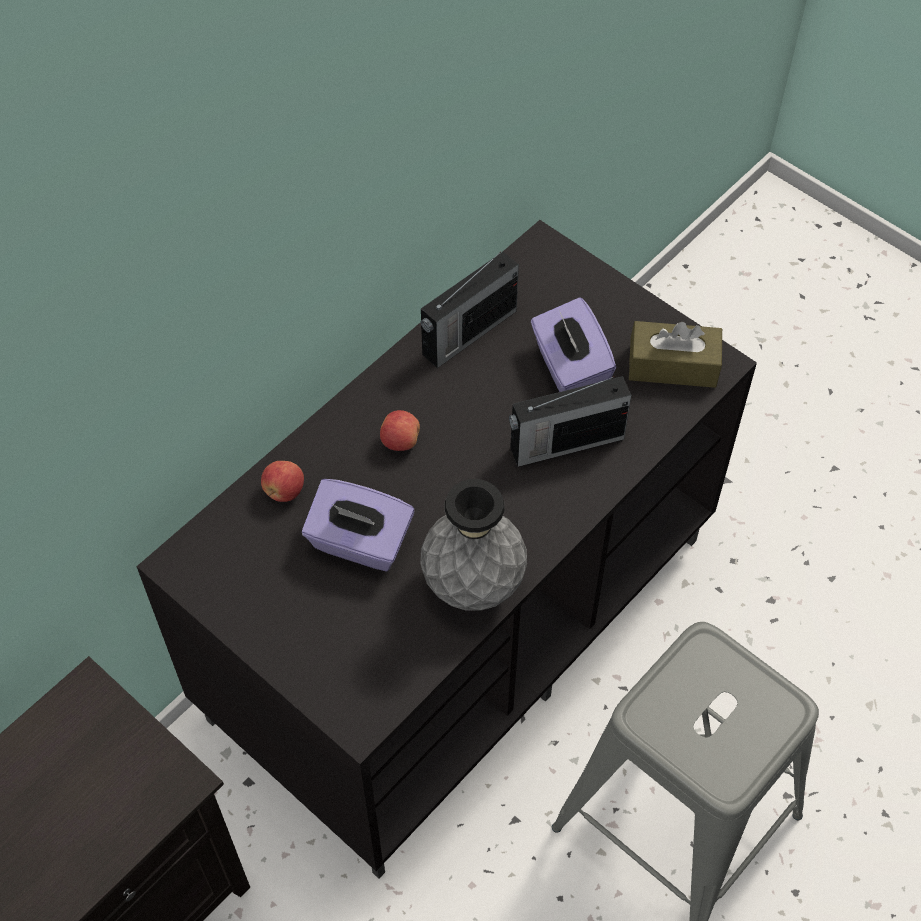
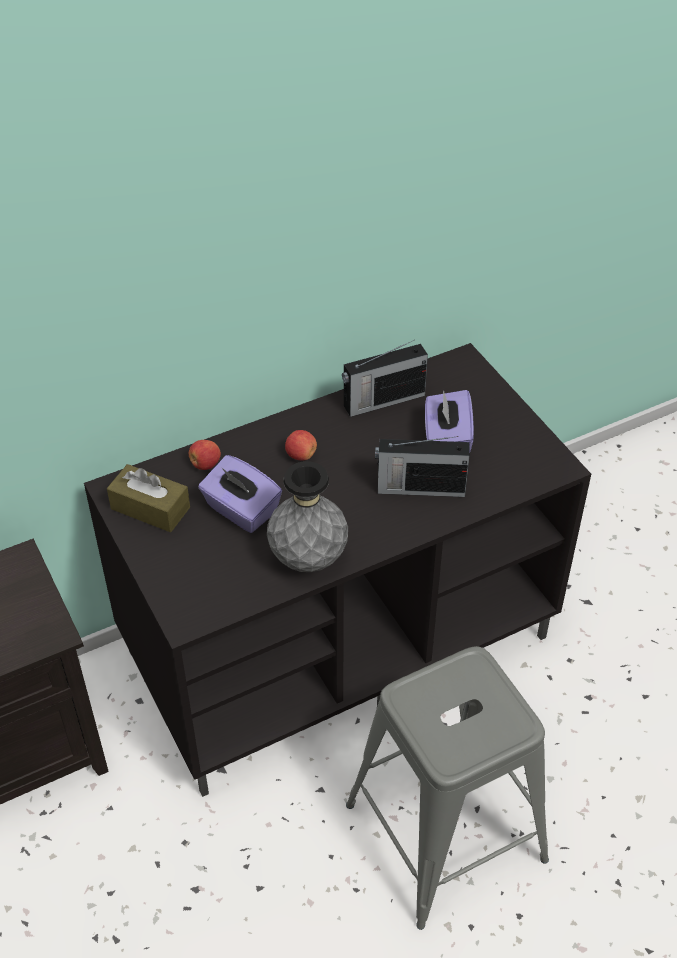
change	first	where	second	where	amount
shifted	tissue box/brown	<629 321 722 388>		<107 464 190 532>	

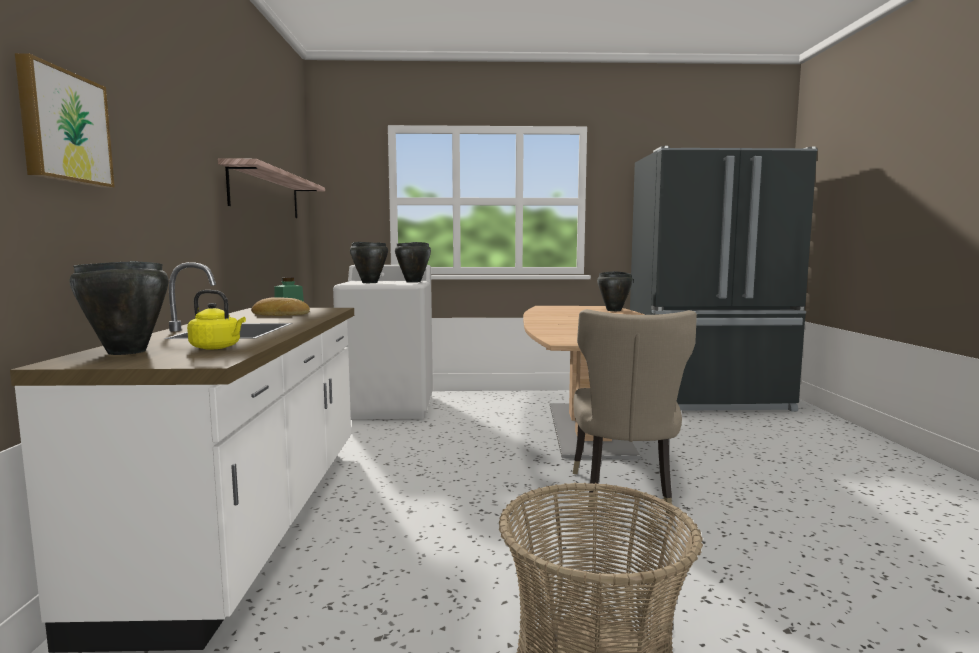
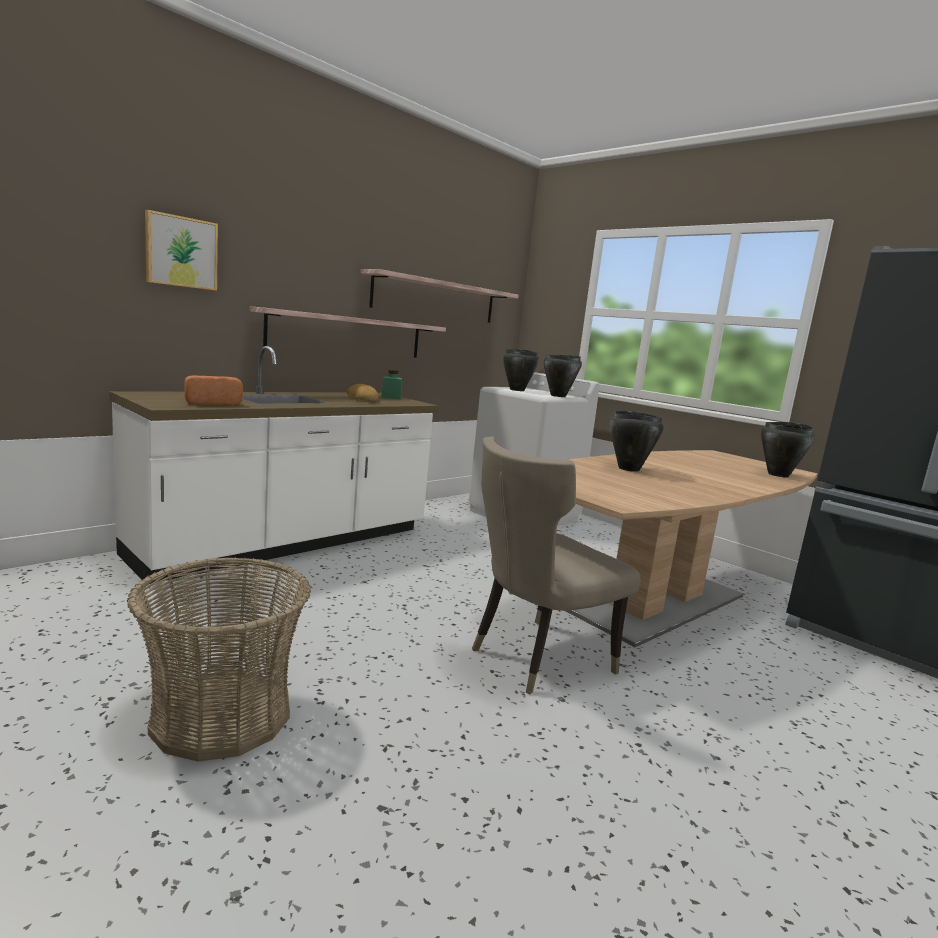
change	first	where	second	where	amount
new			shelf	<250 306 446 358>	
shifted	cooking pot/black	<69 261 169 355>		<610 411 664 472>	
swapped	kettle/yellow	<187 290 246 350>	bread	<184 376 243 405>	

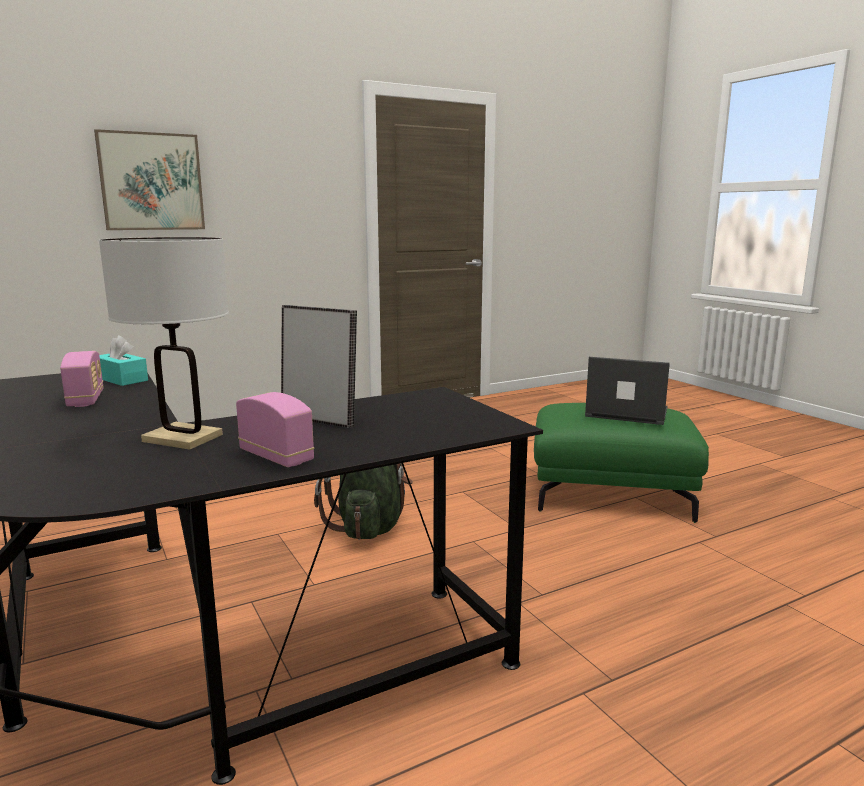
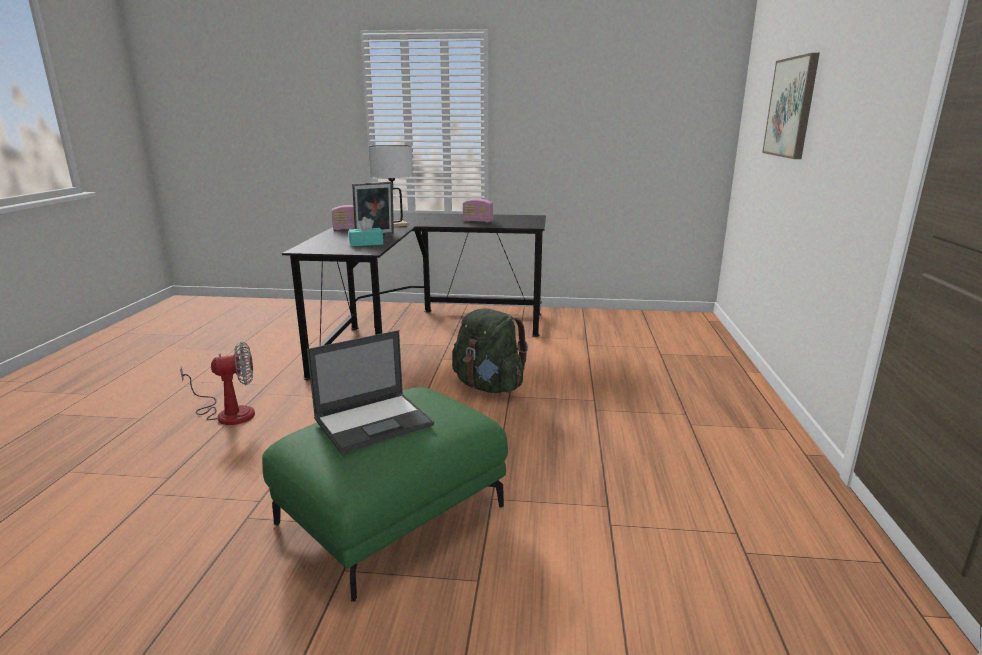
change	first	where	second	where	amount
new			fan	<180 342 255 425>	
shifted	tissue box/turquoise	<99 335 148 386>		<349 217 383 247>	

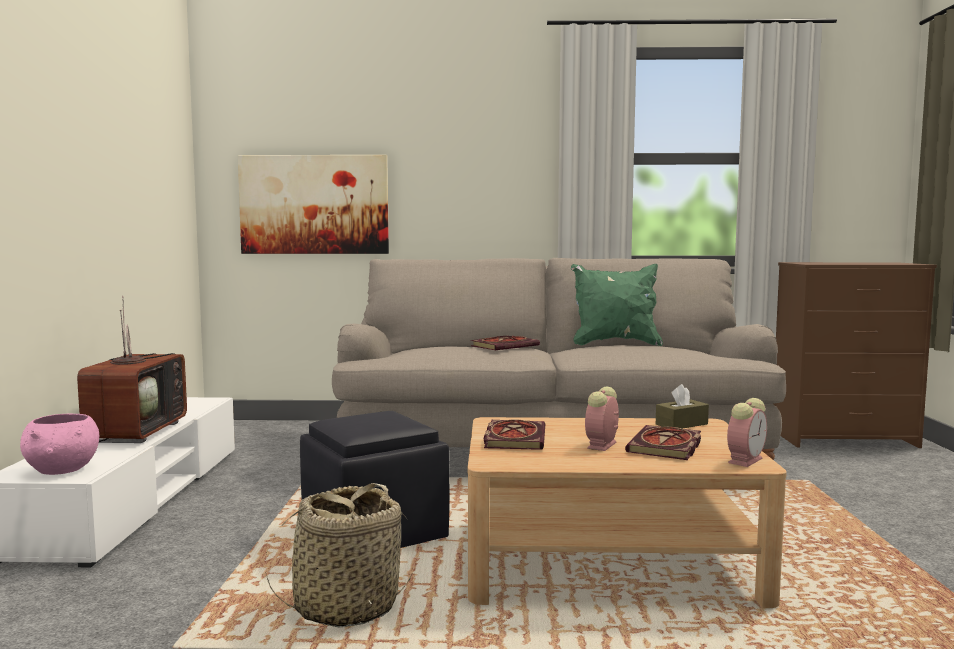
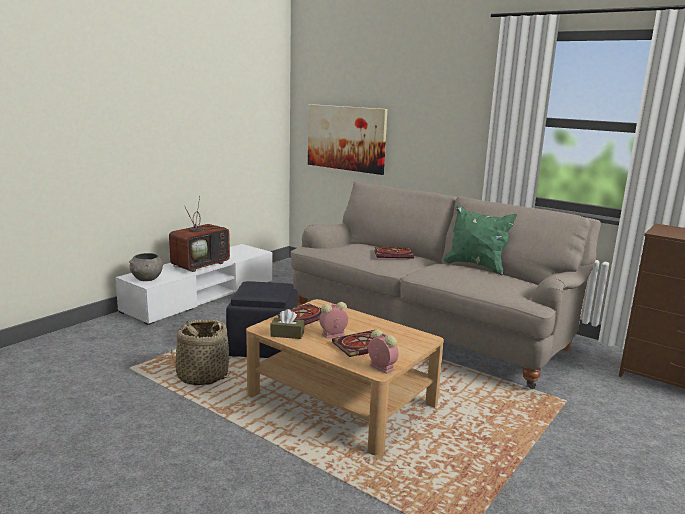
change	first	where	second	where	amount
shifted	tissue box/brown	<656 384 709 429>		<270 309 304 339>	
repainted	bowl/pink	<20 414 99 475>	bowl/grey	<129 253 163 281>	
rotated	alarm clock	<727 398 767 467>		<368 329 398 374>	120 degrees counterclockwise

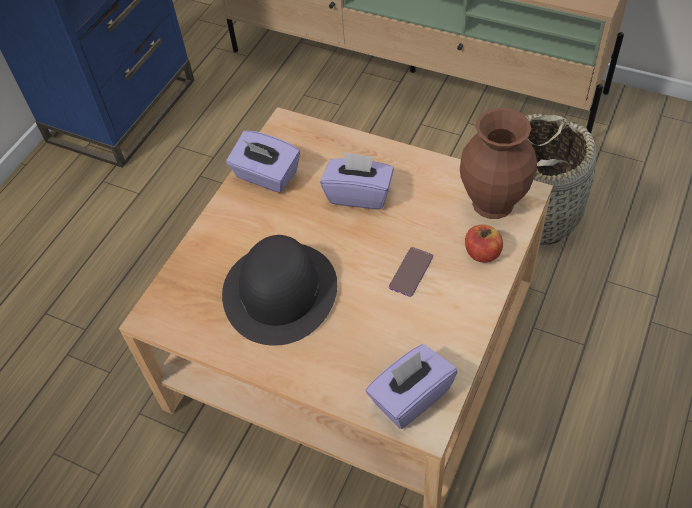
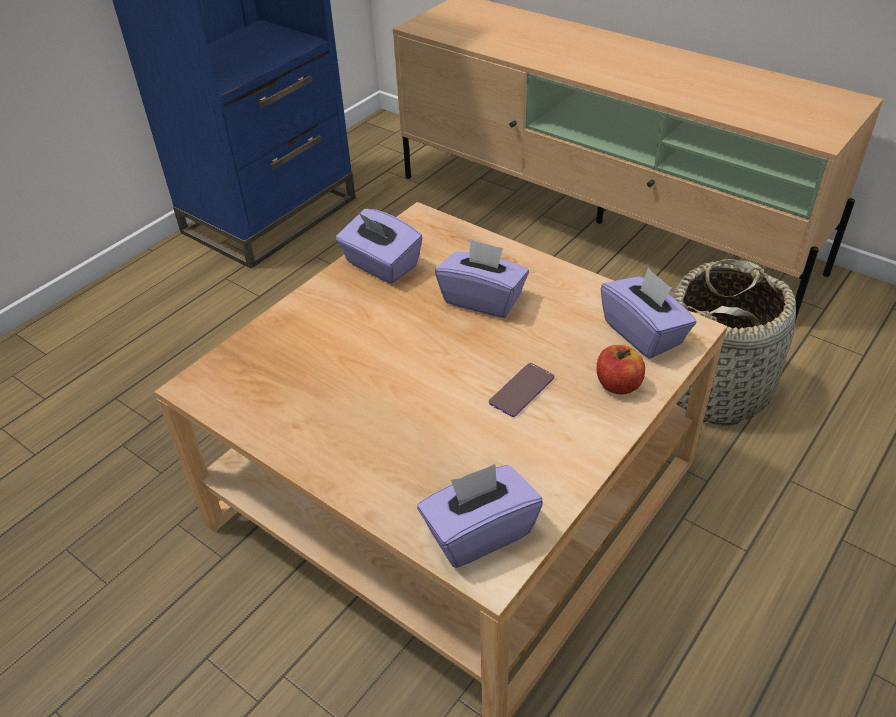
change	first	where	second	where	amount
gone	hat/black	<222 235 337 346>			
swapped	vase/brown	<460 108 537 219>	tissue box/purple	<601 267 697 359>	

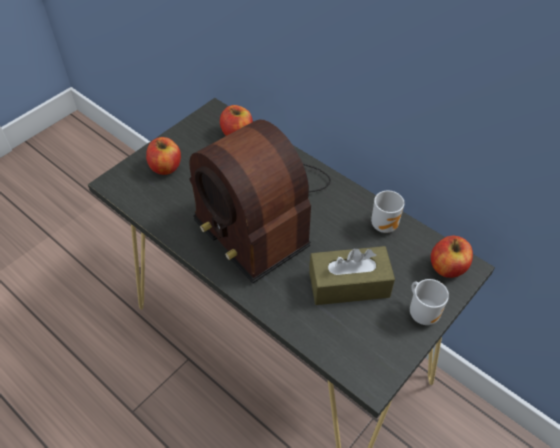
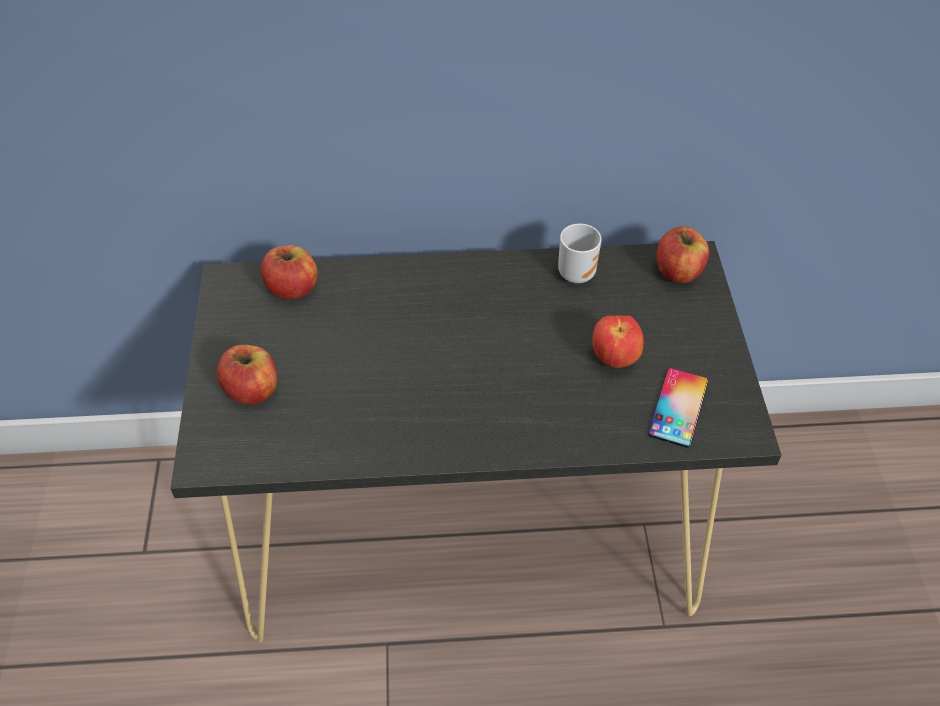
change	first	where	second	where	amount
gone	radio	<189 120 331 283>			
gone	mug	<410 279 449 325>			
new			phone	<648 368 708 448>	
swapped	tissue box/brown	<309 246 395 305>	apple	<592 315 644 368>	

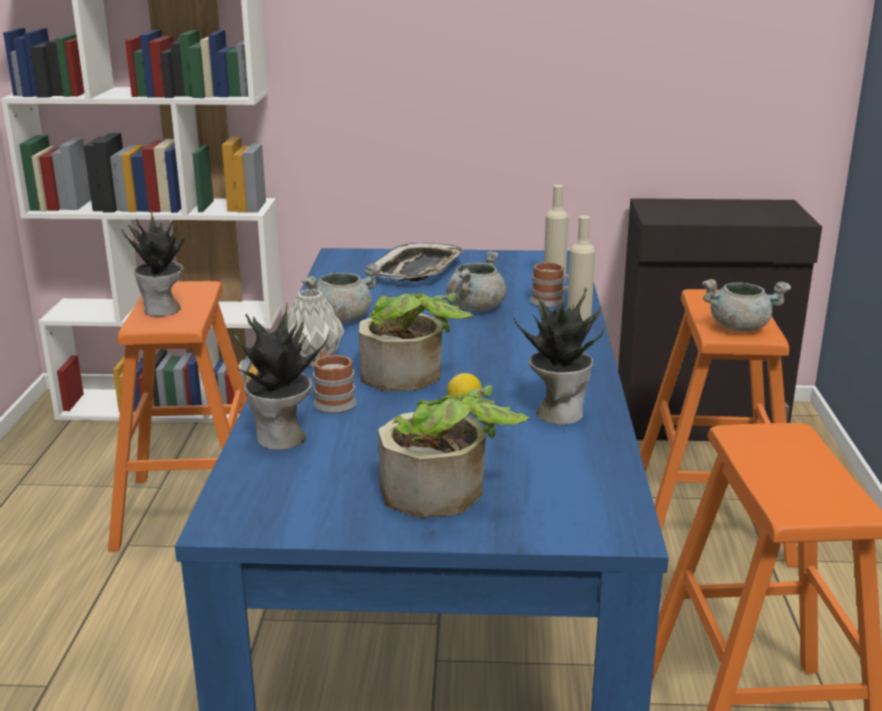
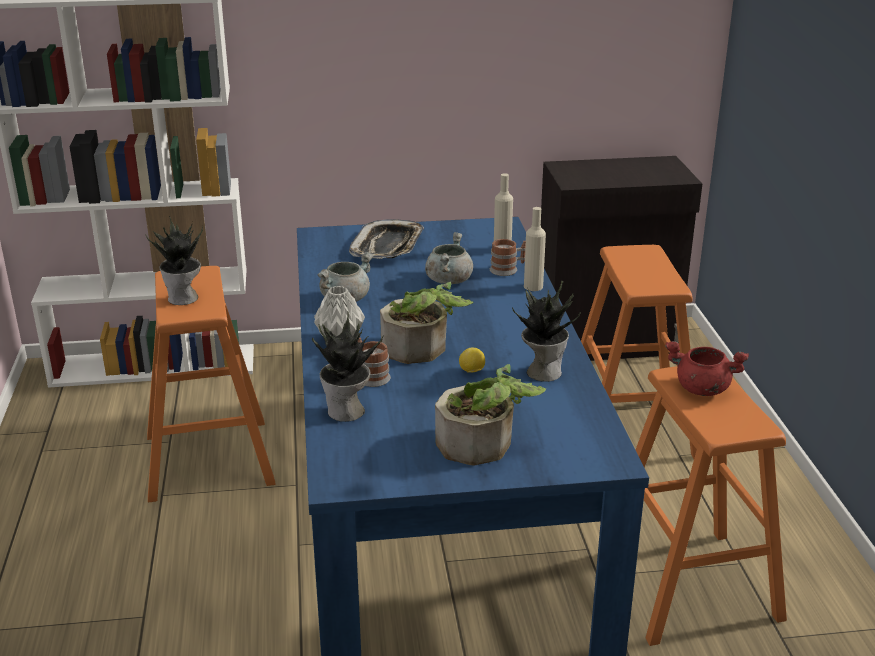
change	first	where	second	where	amount
gone	cooking pot/grey	<702 279 791 331>			
new			cooking pot/red	<665 341 749 396>	

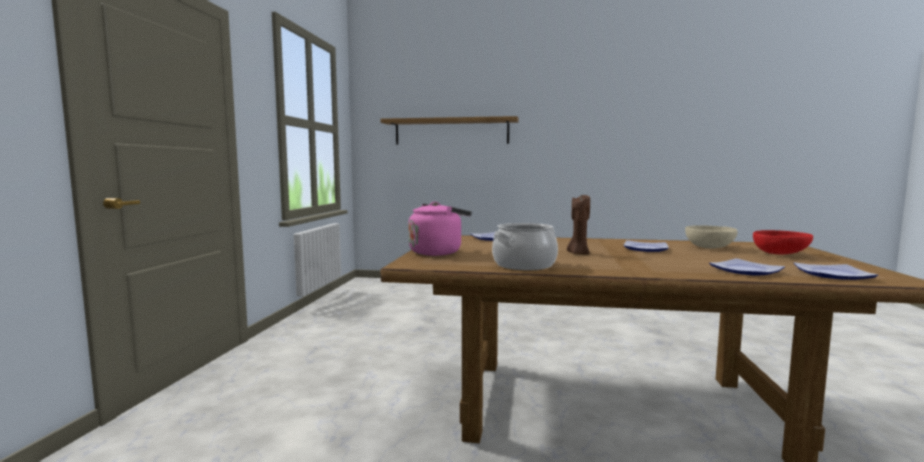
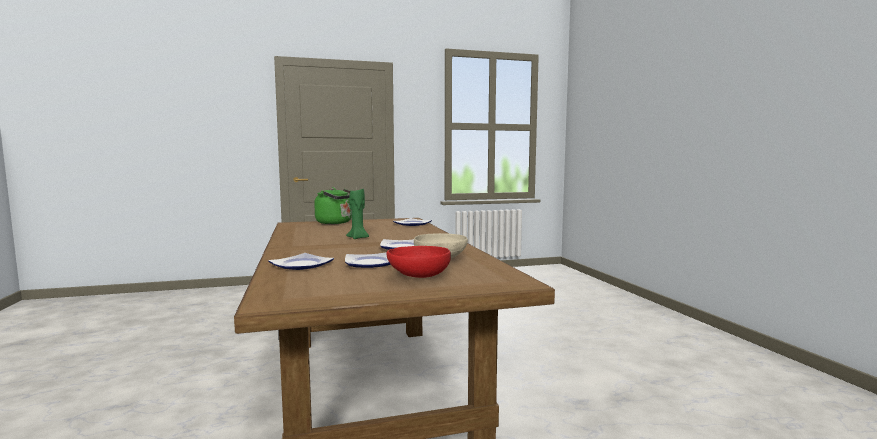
change	first	where	second	where	amount
gone	shelf	<380 116 519 145>			
gone	cooking pot	<492 223 558 270>			
shifted	plate	<793 262 878 280>		<345 252 391 268>	
repainted	kettle/pink	<409 202 472 256>	kettle/green	<314 187 352 224>	
repainted	candle/brown	<567 195 590 255>	candle/green	<346 189 369 239>	

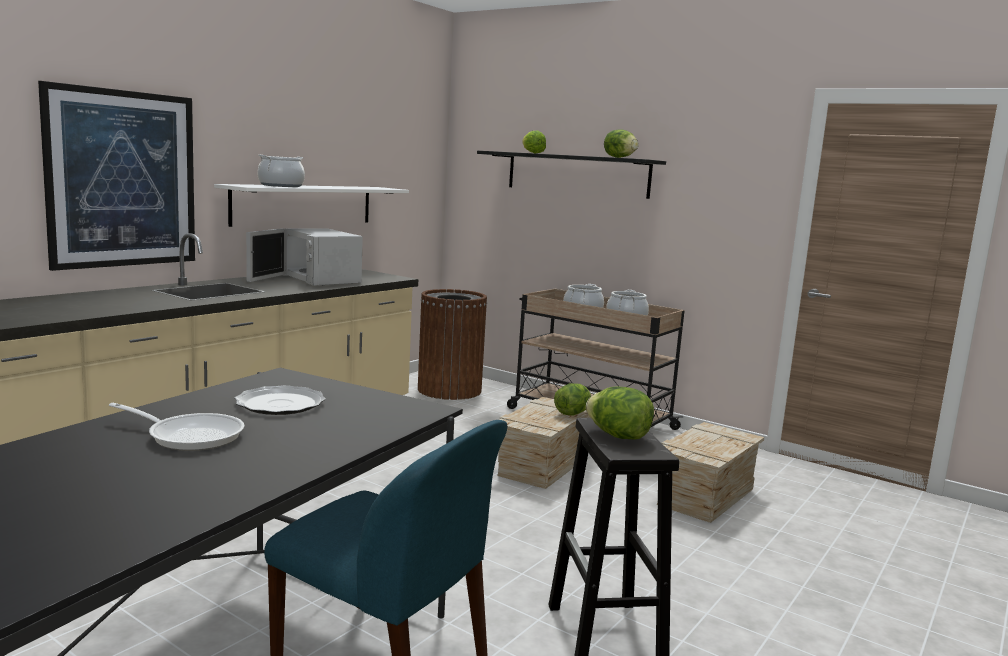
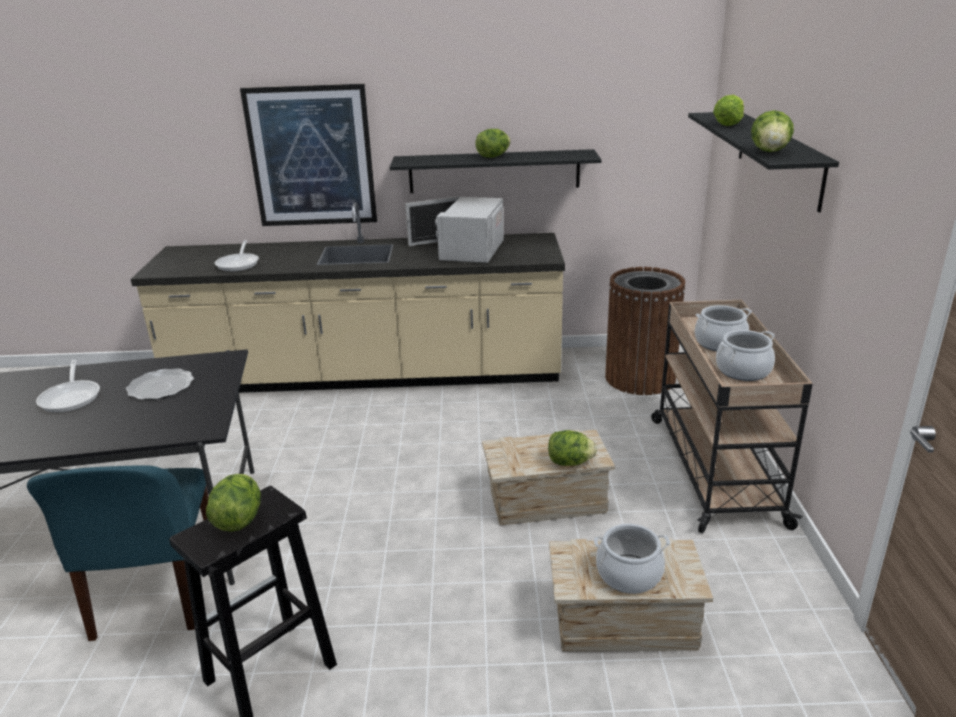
change	first	where	second	where	amount
new			frying pan	<215 240 259 272>	
new			lettuce	<475 129 511 158>	
shifted	cooking pot	<257 155 305 187>		<594 524 670 594>	
repainted	shelf/white	<214 184 409 227>	shelf/black	<390 149 602 193>	

